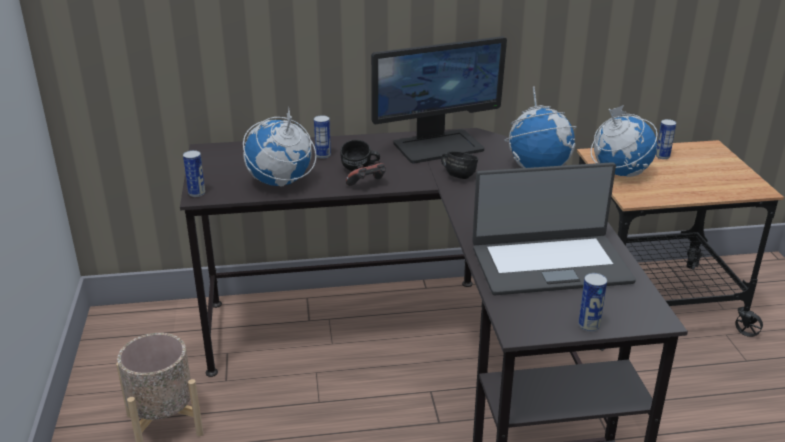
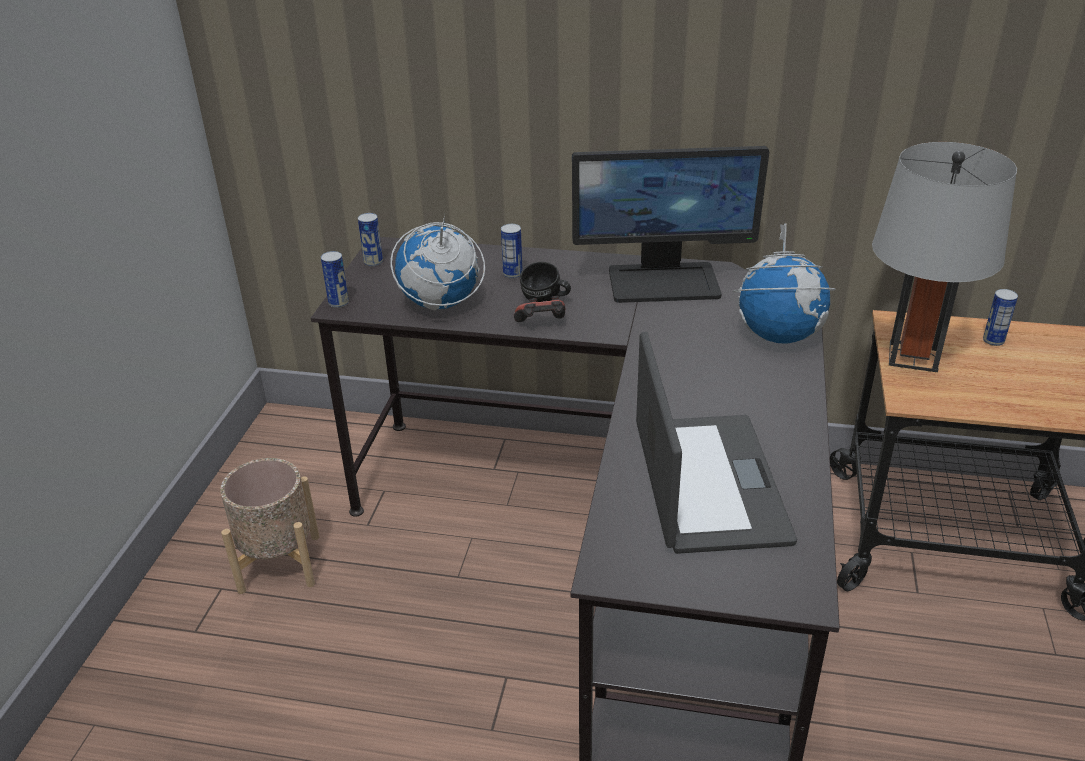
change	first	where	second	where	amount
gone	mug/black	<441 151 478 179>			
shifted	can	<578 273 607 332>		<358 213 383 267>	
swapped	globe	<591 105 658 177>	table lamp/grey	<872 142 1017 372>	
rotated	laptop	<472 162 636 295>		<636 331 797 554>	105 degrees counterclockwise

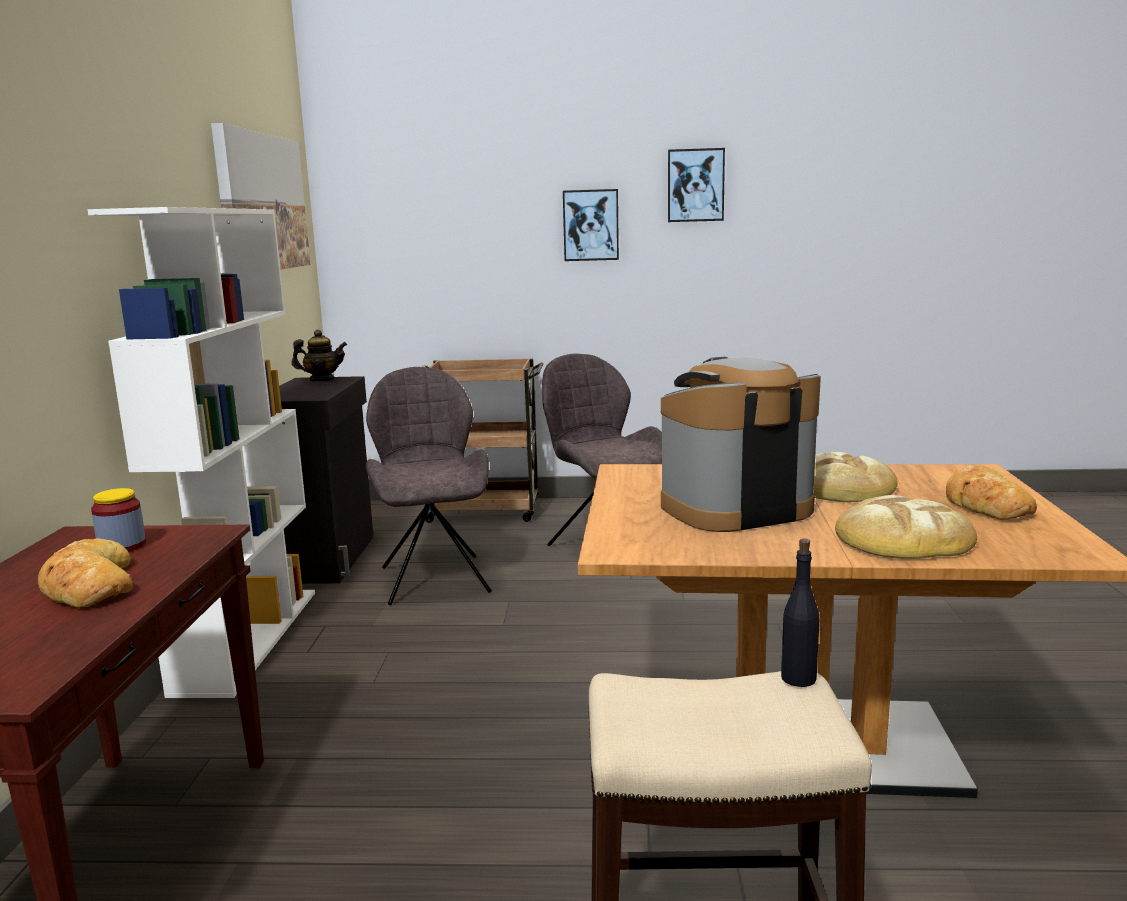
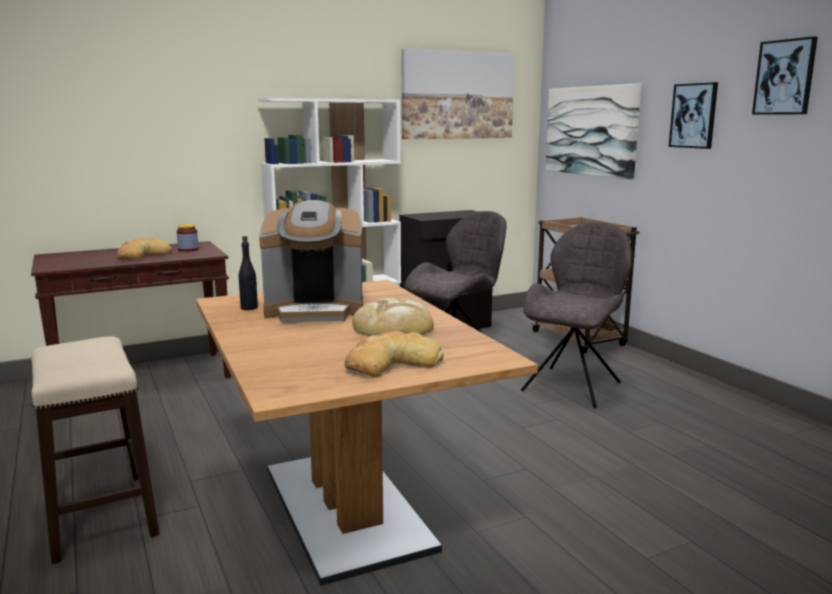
change	first	where	second	where	amount
gone	teapot	<291 329 347 381>			
gone	bread	<835 495 977 559>			
new			picture	<545 83 641 179>	
shifted	bottle/black	<781 539 819 687>		<239 236 258 310>	
rotated	coffee machine	<661 357 821 532>		<259 200 363 322>	135 degrees clockwise

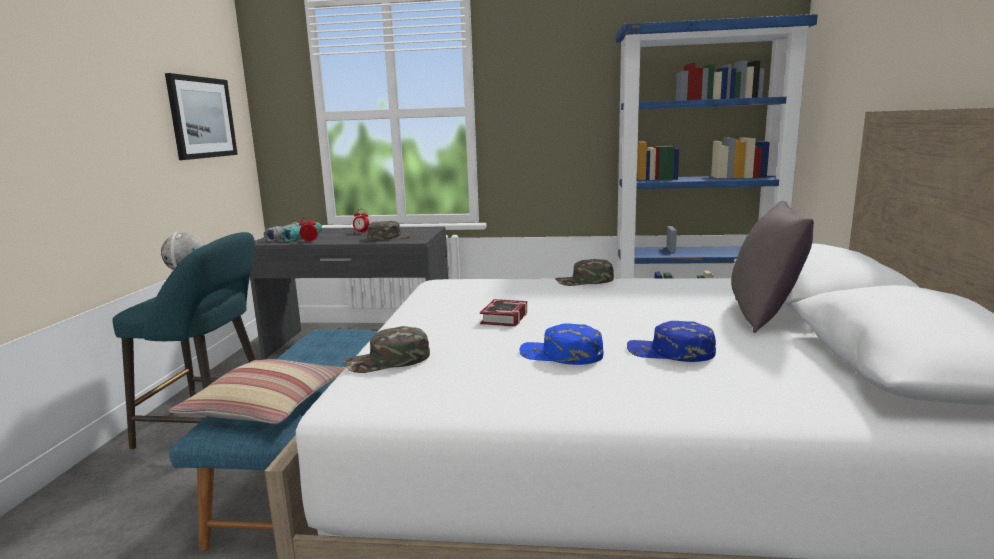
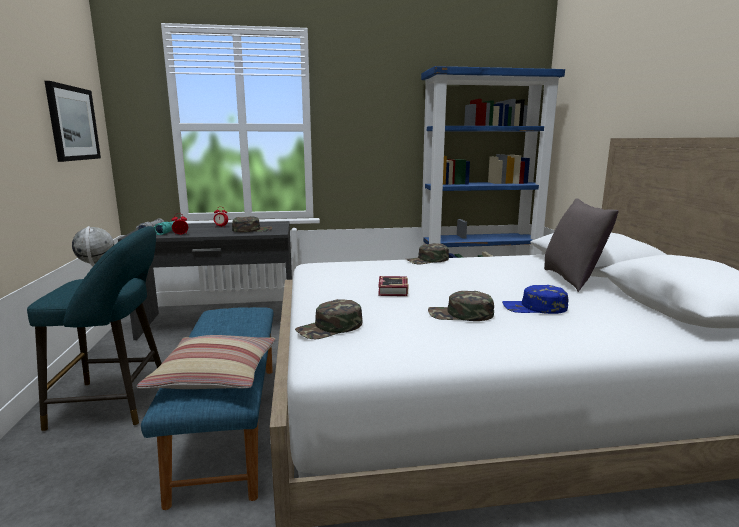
change	first	where	second	where	amount
repainted	cap/blue	<519 323 603 365>	cap/green	<428 291 494 321>	

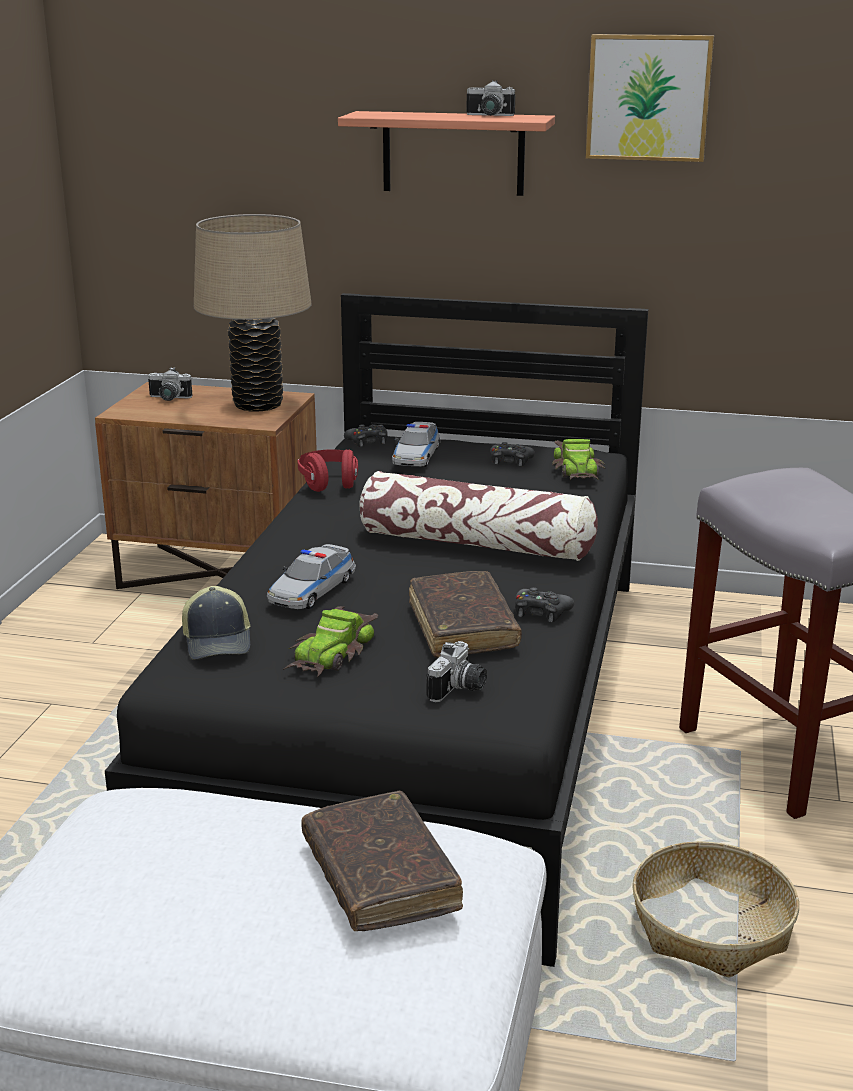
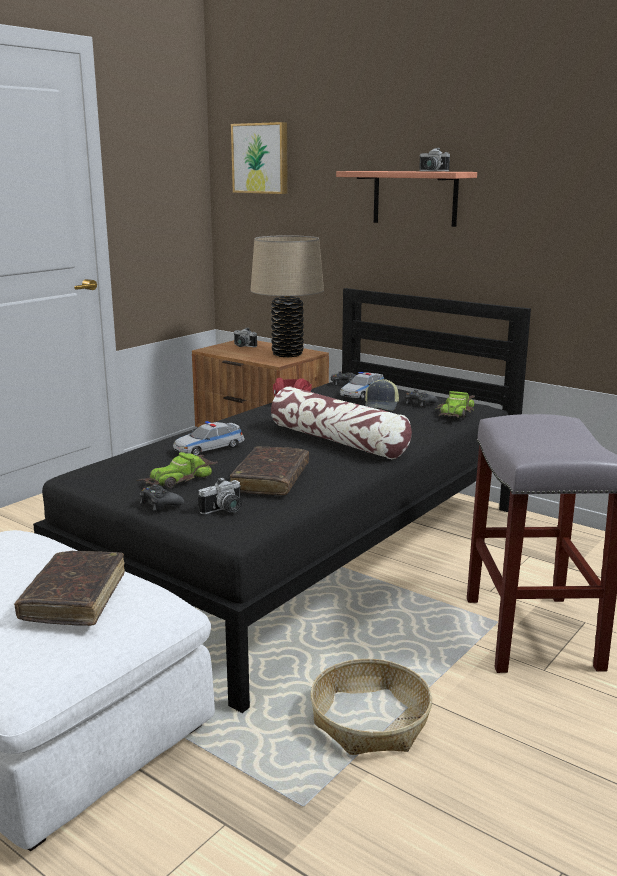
change	first	where	second	where	amount
shifted	cap	<182 586 250 660>		<365 379 399 411>	
shifted	game controller/black	<515 587 574 622>		<140 484 184 511>	
shifted	picture	<586 34 714 162>		<231 122 288 194>	

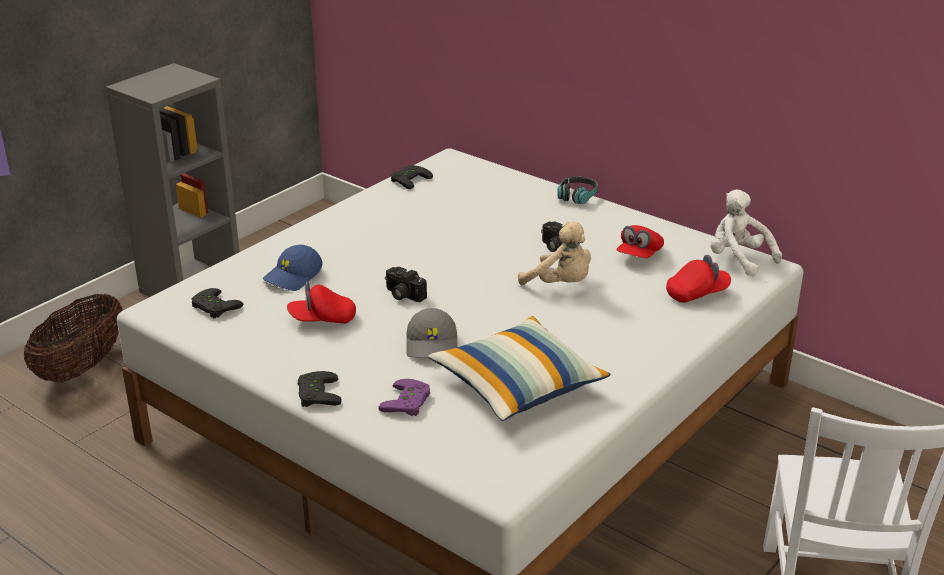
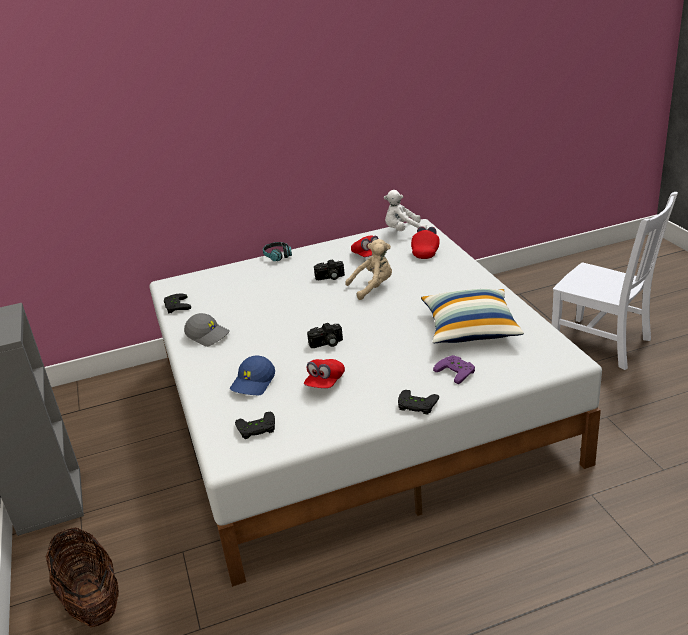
change	first	where	second	where	amount
shifted	cap/grey	<406 308 458 358>		<184 313 230 347>	
rotated	cap/blue	<263 245 323 291>		<230 355 275 395>	45 degrees clockwise

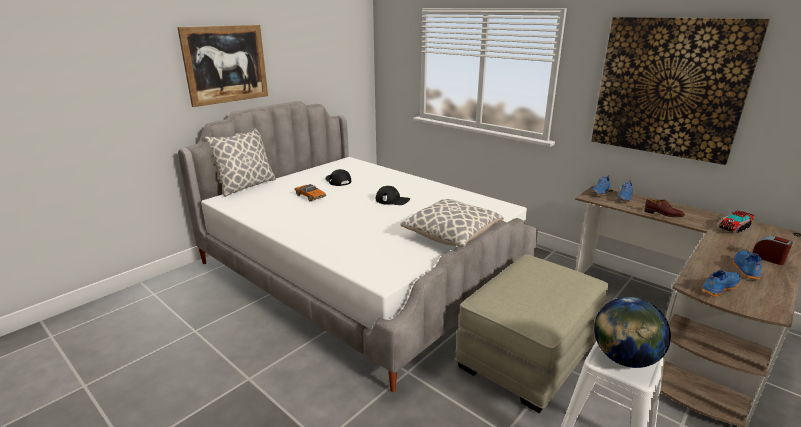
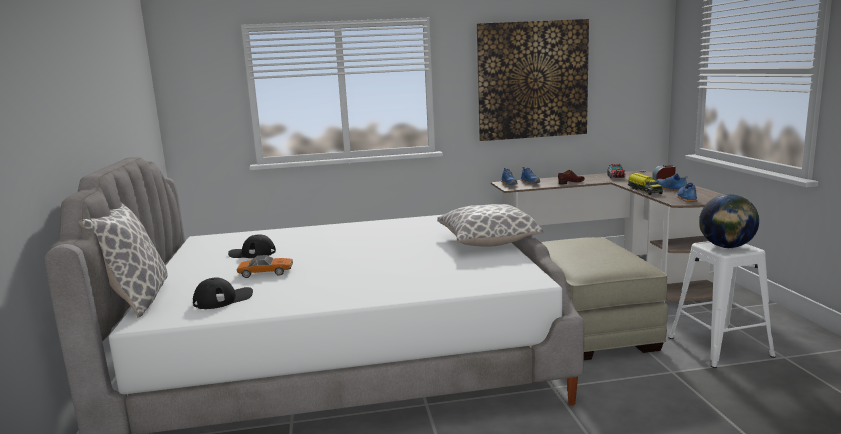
change	first	where	second	where	amount
gone	picture	<177 25 268 107>			
new			toy truck	<628 173 663 195>	
shifted	cap/black	<376 186 410 205>		<193 277 253 309>	

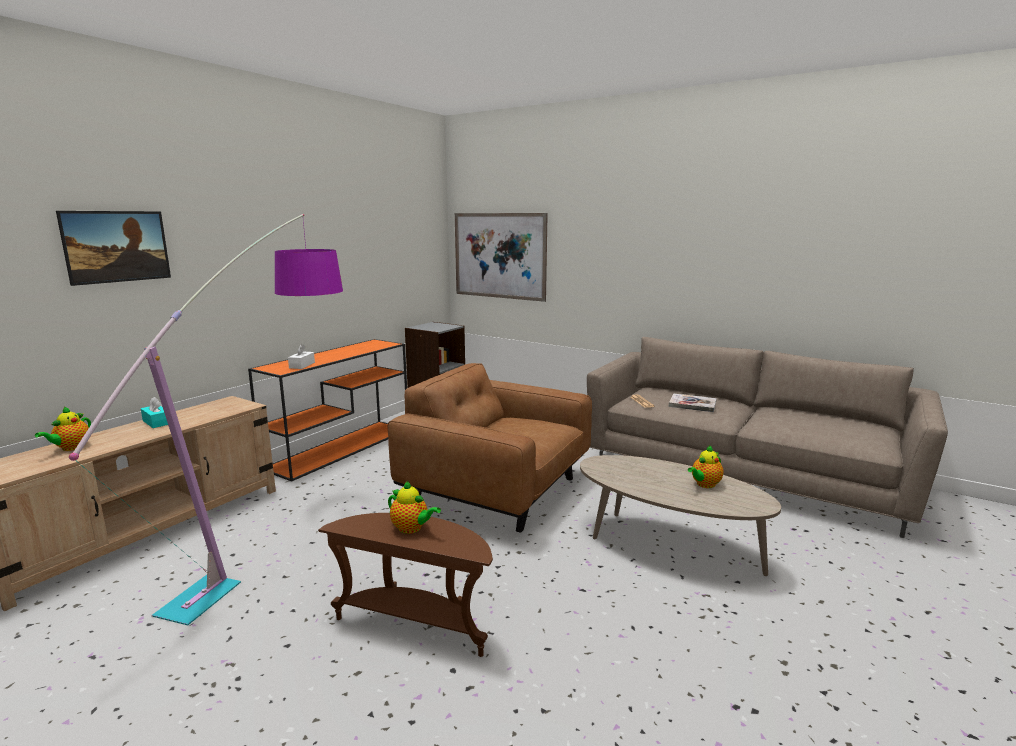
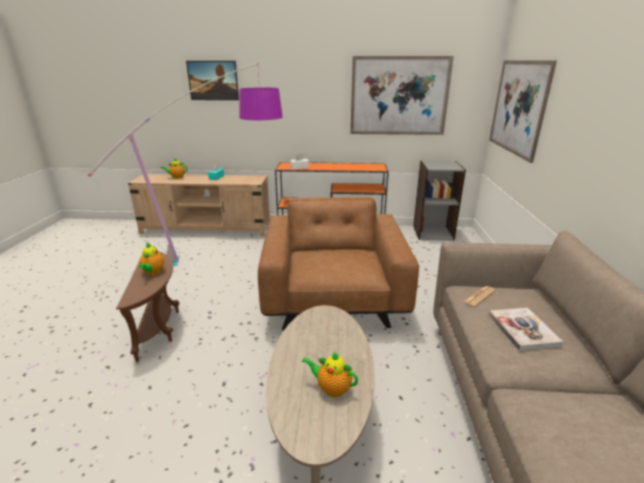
change	first	where	second	where	amount
new			picture	<350 56 454 135>	

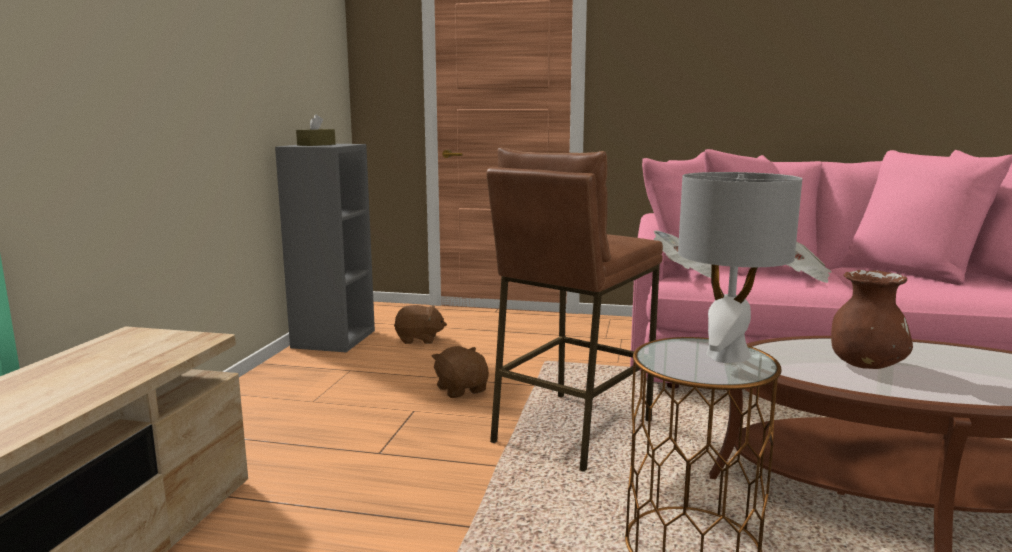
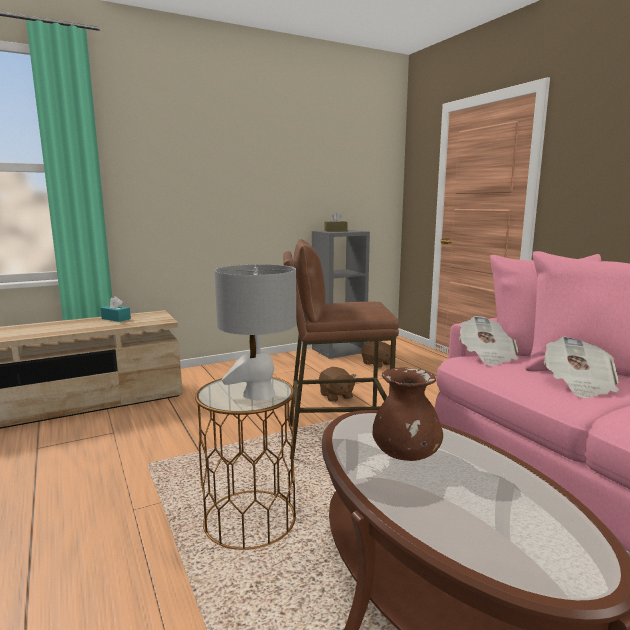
change	first	where	second	where	amount
new			tissue box/turquoise	<101 296 131 322>	
rotated	plush toy/brown	<431 346 489 398>		<319 367 356 402>	135 degrees clockwise

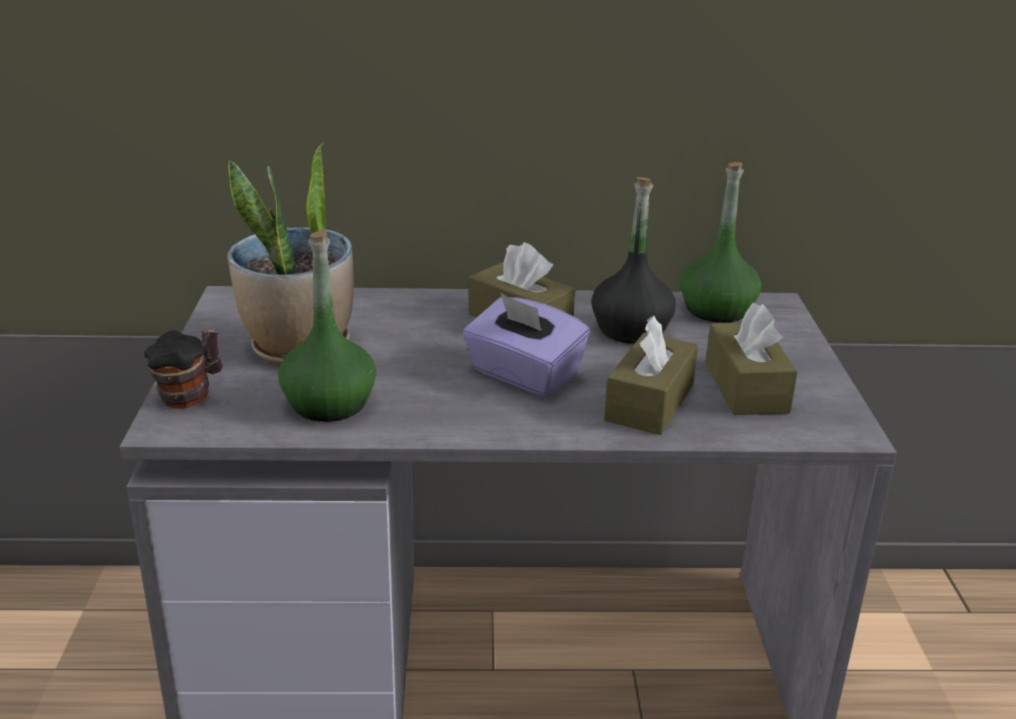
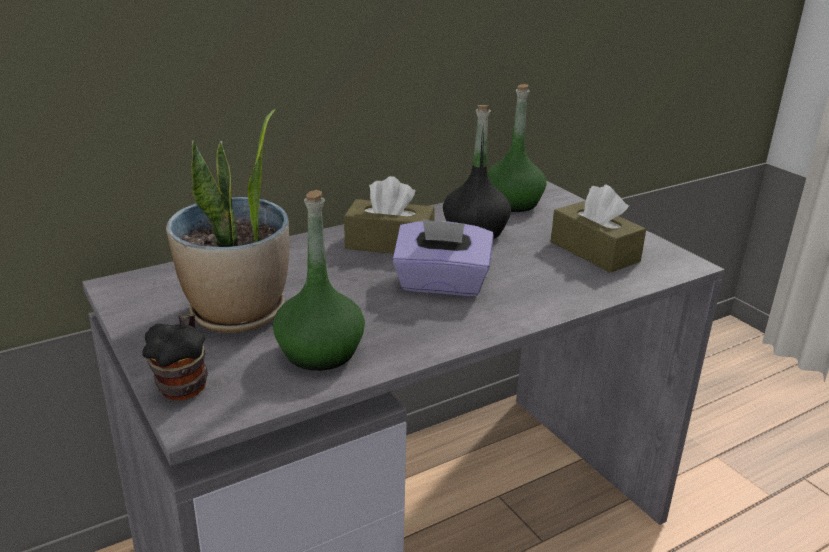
change	first	where	second	where	amount
gone	tissue box/brown	<604 315 698 435>			

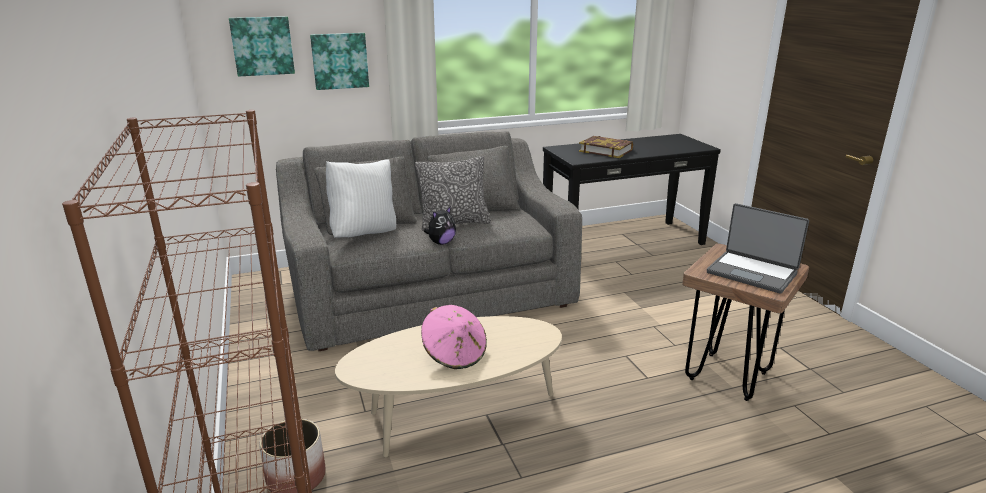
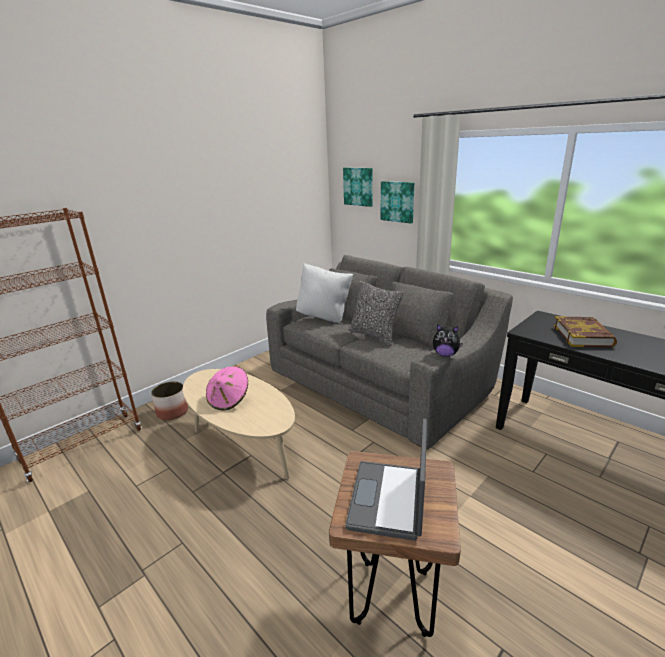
change	first	where	second	where	amount
shifted	plush toy	<424 206 456 245>		<433 324 463 357>	

